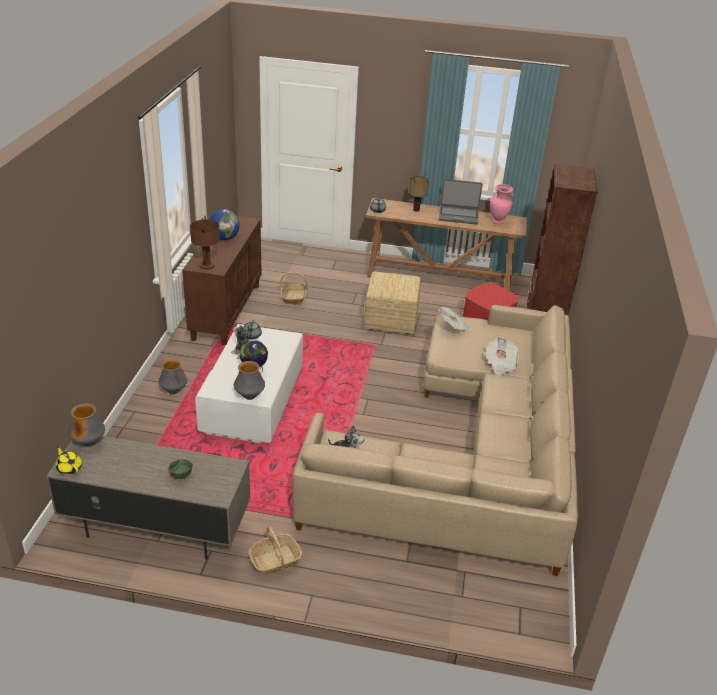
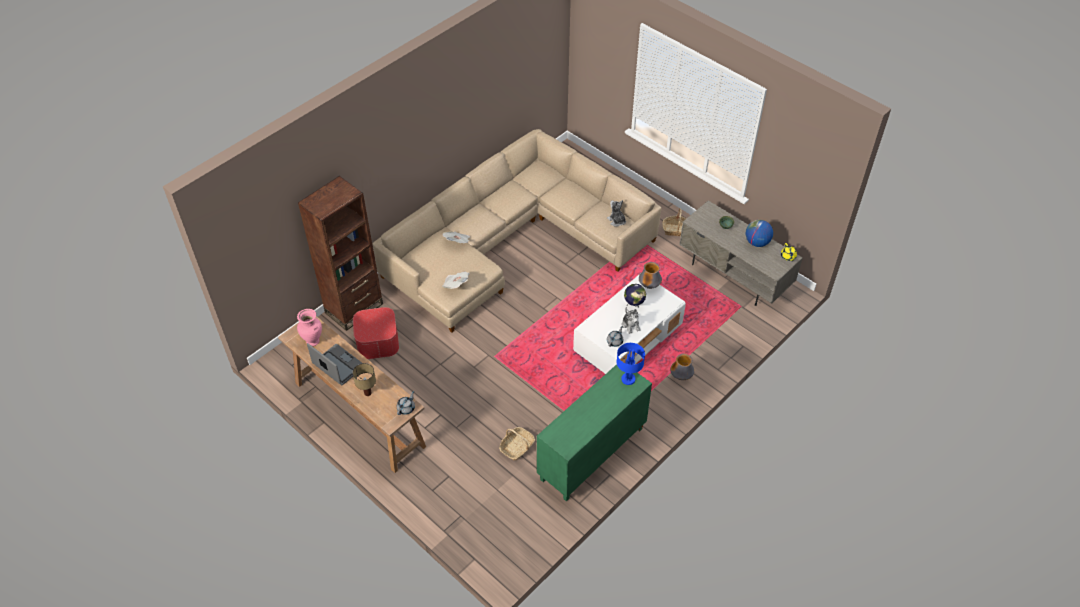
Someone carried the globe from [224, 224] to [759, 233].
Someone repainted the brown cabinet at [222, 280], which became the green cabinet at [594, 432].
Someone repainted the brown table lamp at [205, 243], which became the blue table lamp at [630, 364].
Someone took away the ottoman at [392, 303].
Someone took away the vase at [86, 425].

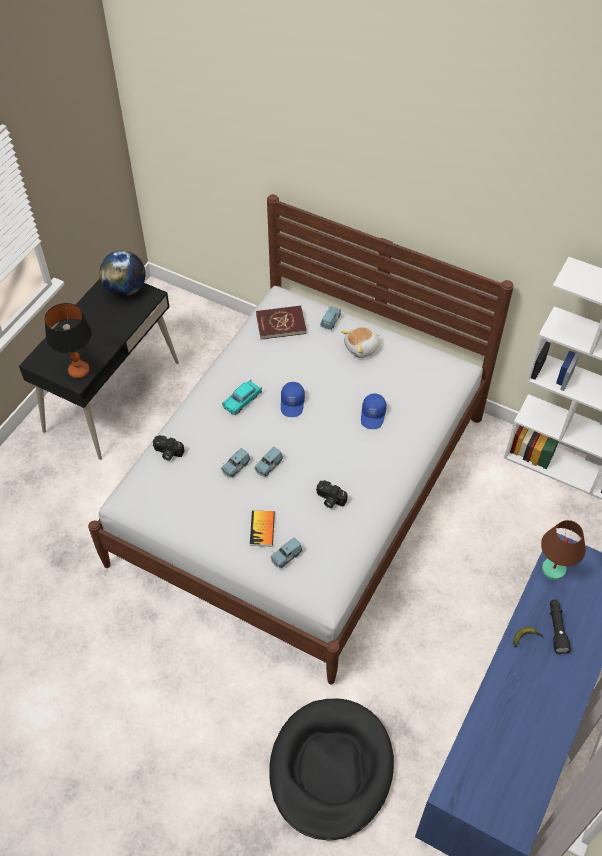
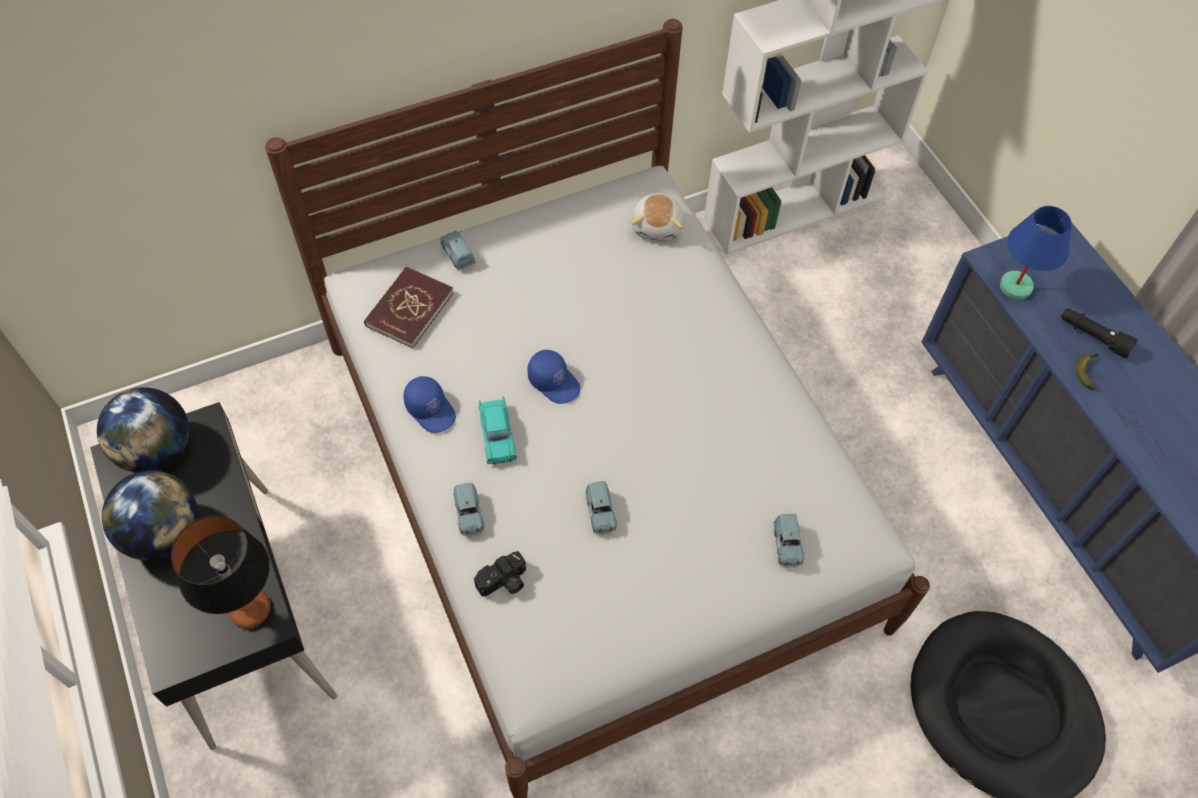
Someone carried the plush toy from [361, 342] to [657, 217].
Someone carried the blue cap from [374, 411] to [429, 404].
Someone carried the blue toy car from [269, 462] to [468, 509].
Someone took away the photo camera at [332, 494].
Someone took away the book at [262, 528].
Someone repainted the brown table lamp at [563, 550], which became the blue table lamp at [1036, 253].
Someone put down the globe at [150, 515].

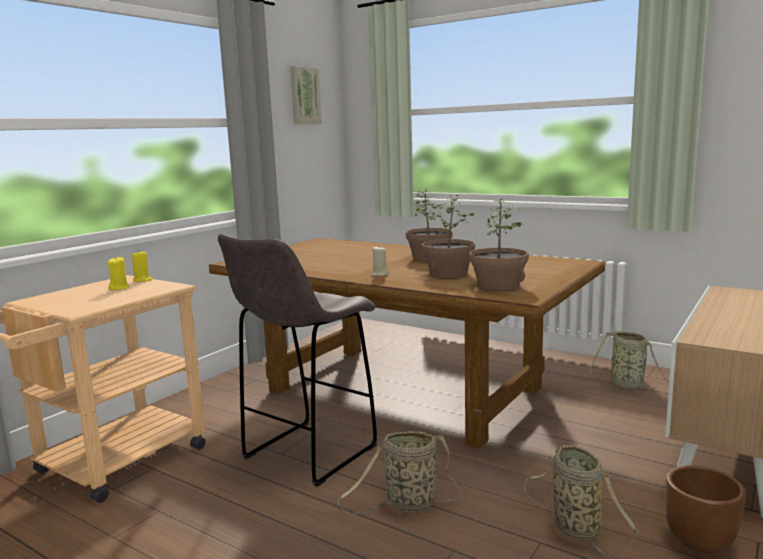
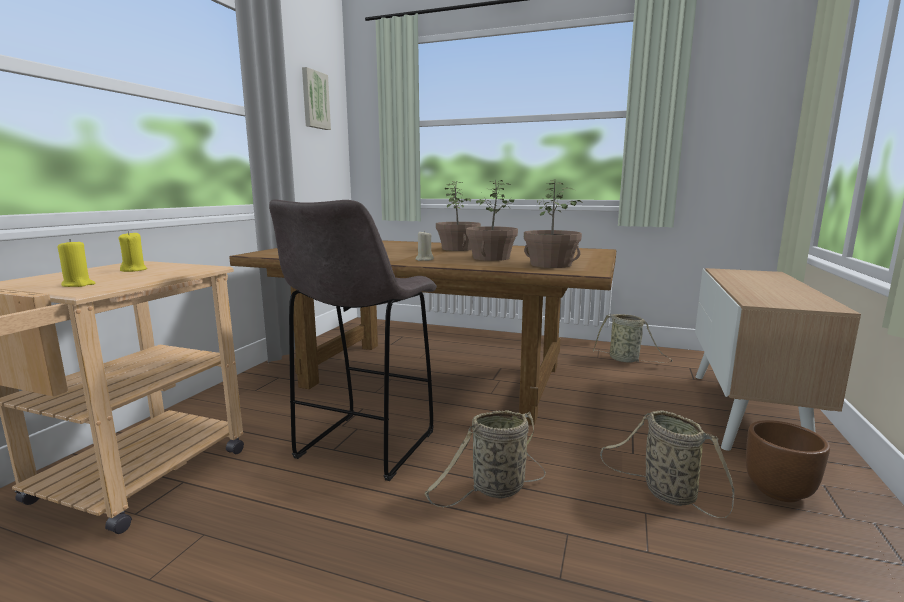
Someone carried the yellow candle from [142, 267] to [76, 263].

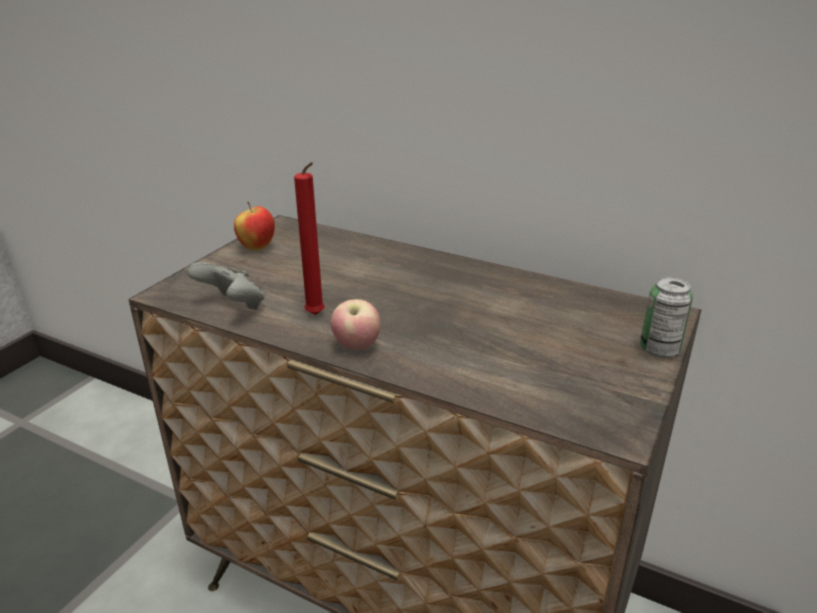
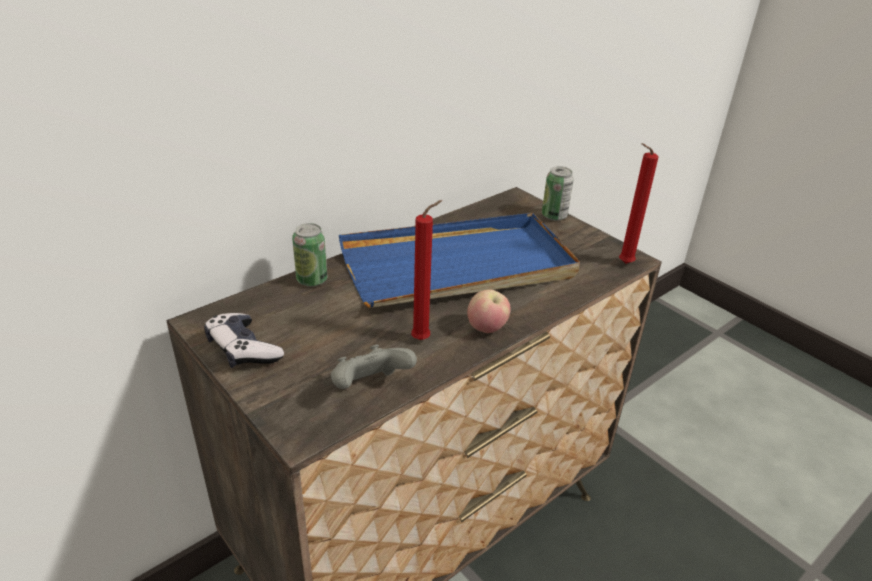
Someone swapped the apple at [254, 226] for the game controller at [244, 340].
Someone put down the red candle at [638, 203].
Someone put down the blue tray at [459, 260].
Someone put down the can at [309, 255].

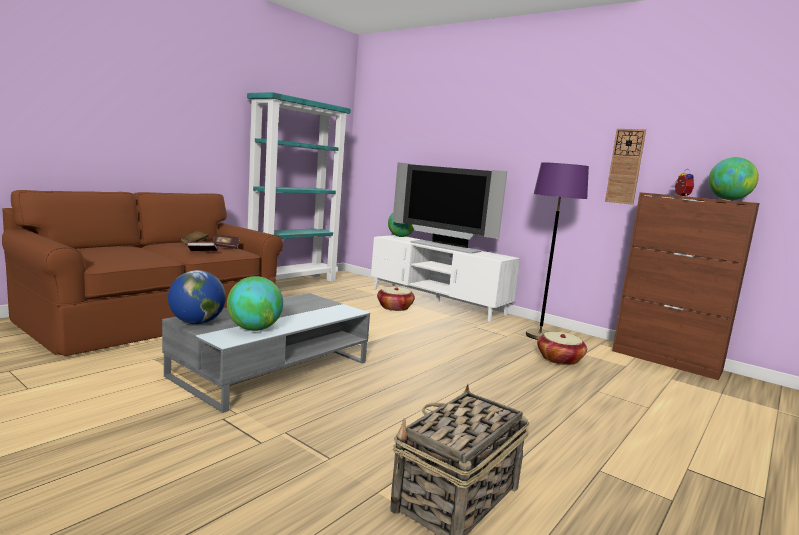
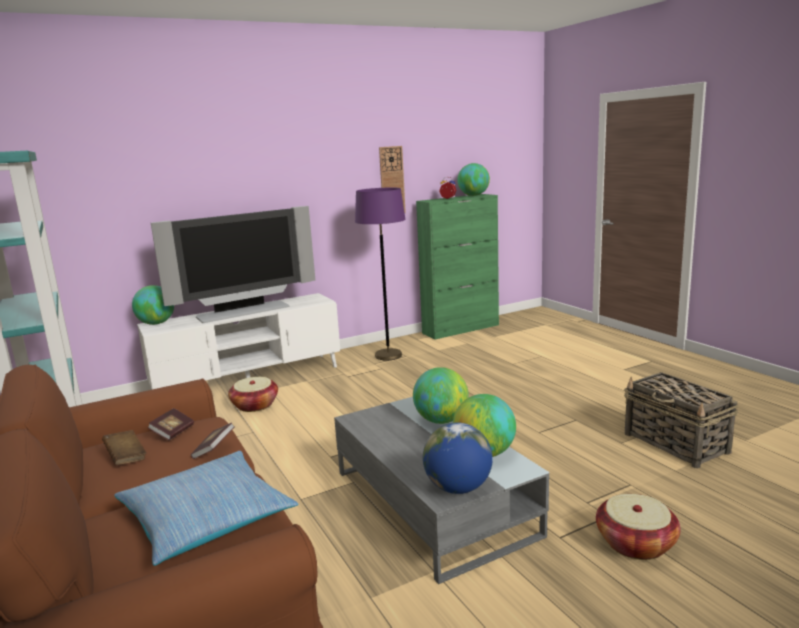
Someone repainted the brown cabinet at [686, 286], which became the green cabinet at [457, 267].
Someone carried the basket from [562, 348] to [638, 527].
Someone put down the globe at [441, 395].
Someone put down the pillow at [206, 508].

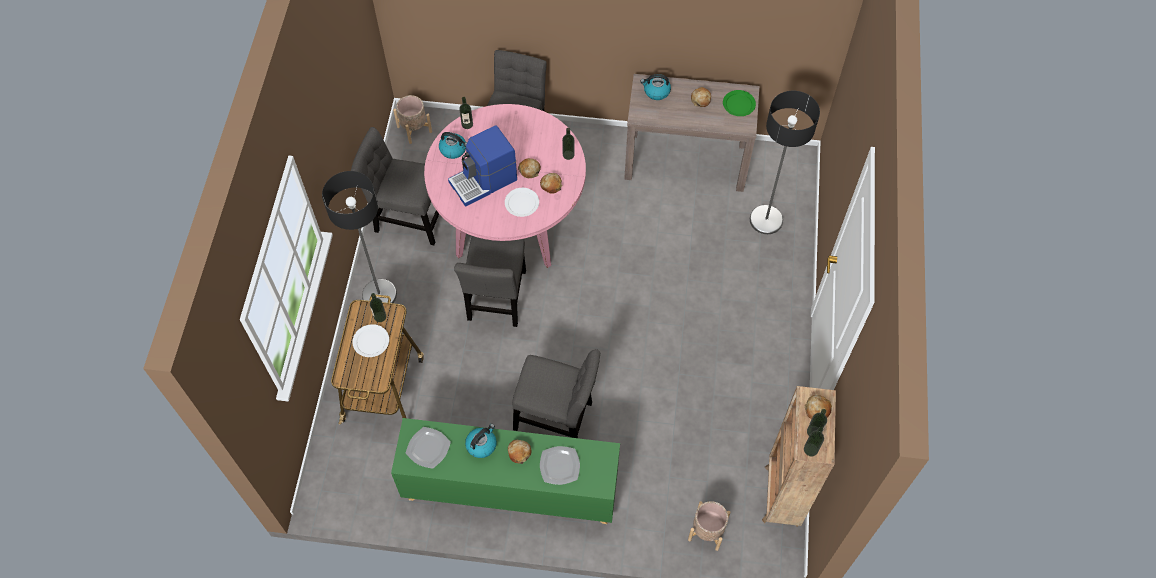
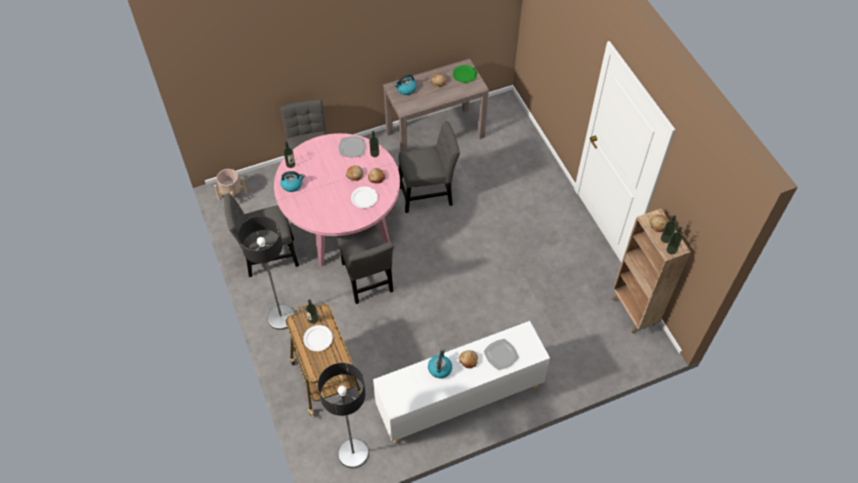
Someone carried the floor lamp from [785, 162] to [343, 415].
Someone took away the coffee machine at [482, 166].
Someone carried the grey chair from [556, 393] to [429, 167].
Someone repainted the green cabinet at [505, 471], which became the white cabinet at [461, 382].
Someone carried the plate from [428, 448] to [352, 146].
Someone took away the beige planter at [709, 526].

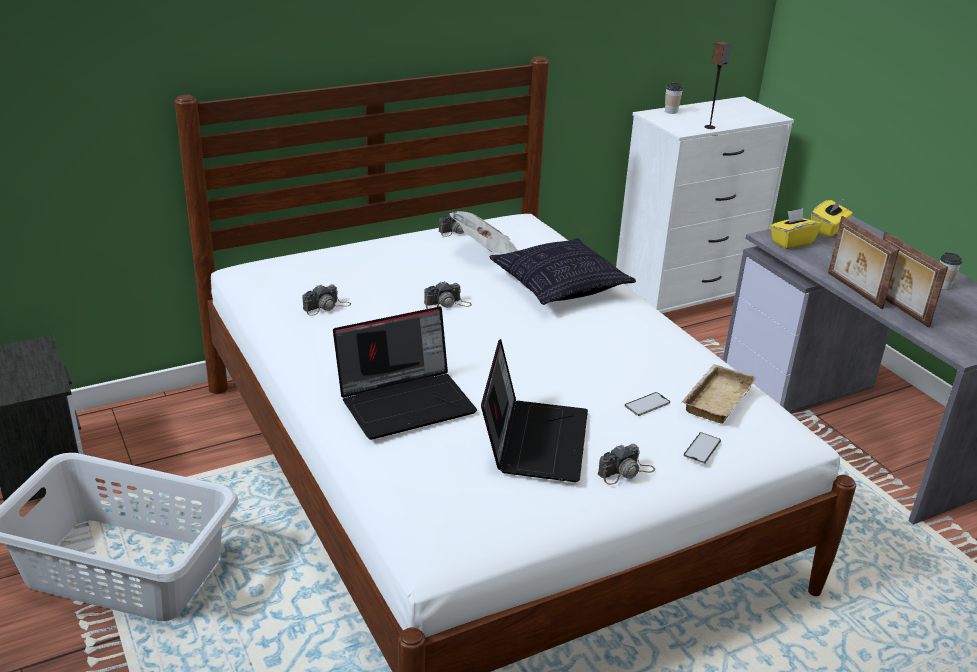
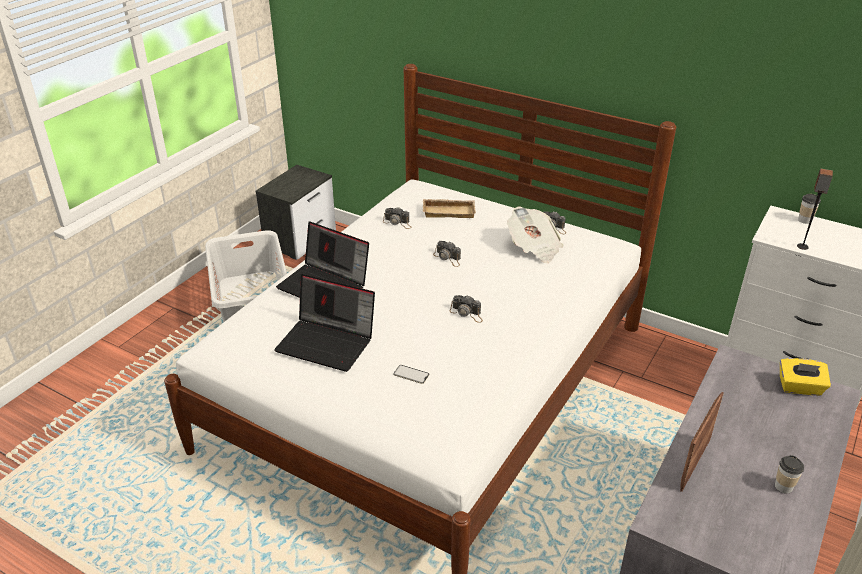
Someone took away the yellow tissue box at [796, 228].
Someone took away the picture frame at [863, 262].
Someone took away the pillow at [562, 271].
Someone rotated the laptop at [534, 410] by 45 degrees clockwise.
Someone carried the beige tray from [719, 394] to [449, 208].
Someone took away the phone at [702, 448].
Someone carried the photo camera from [626, 464] to [466, 309].

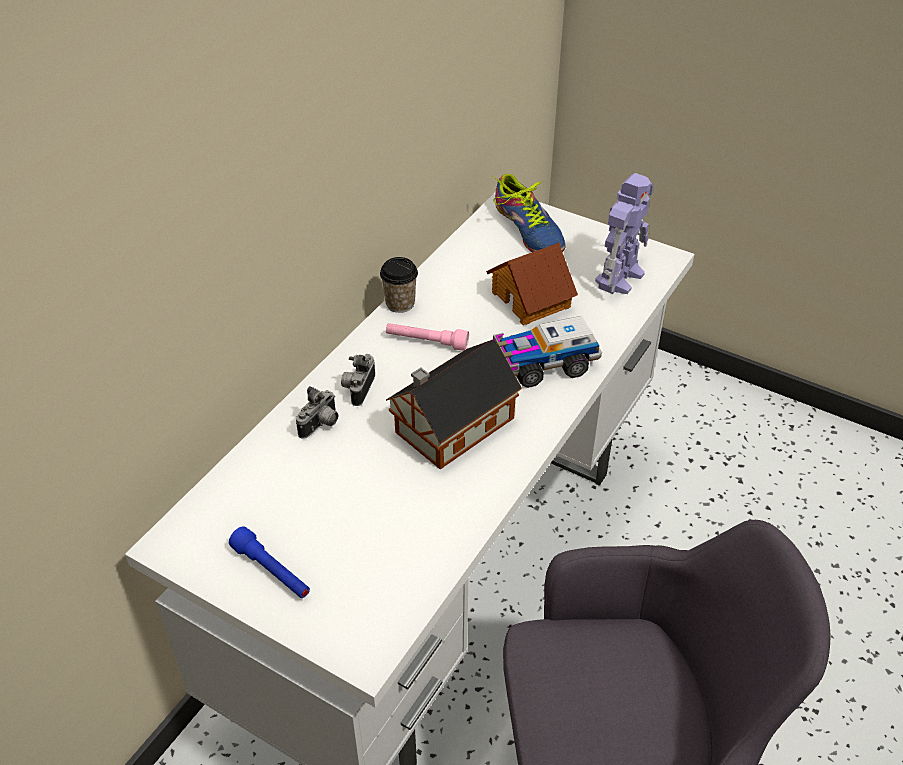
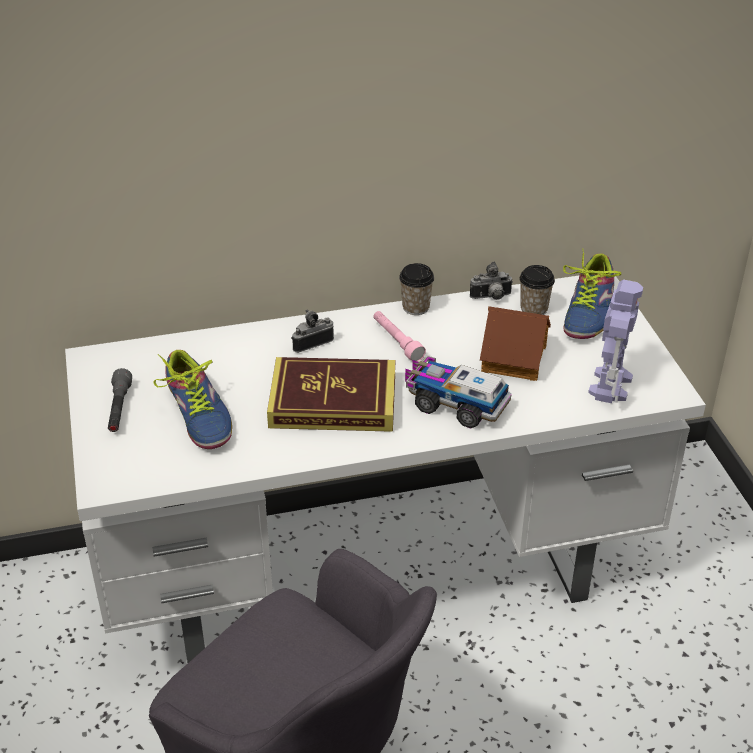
Someone rotated the toy robot at [624, 233] by 60 degrees counterclockwise.
Someone swapped the toy house at [454, 404] for the book at [331, 394].
Someone carried the photo camera from [317, 412] to [491, 281].
Someone repainted the blue flashlight at [269, 562], which became the grey flashlight at [120, 400].
Someone put down the cup at [537, 290].
Someone put down the shoe at [192, 399].

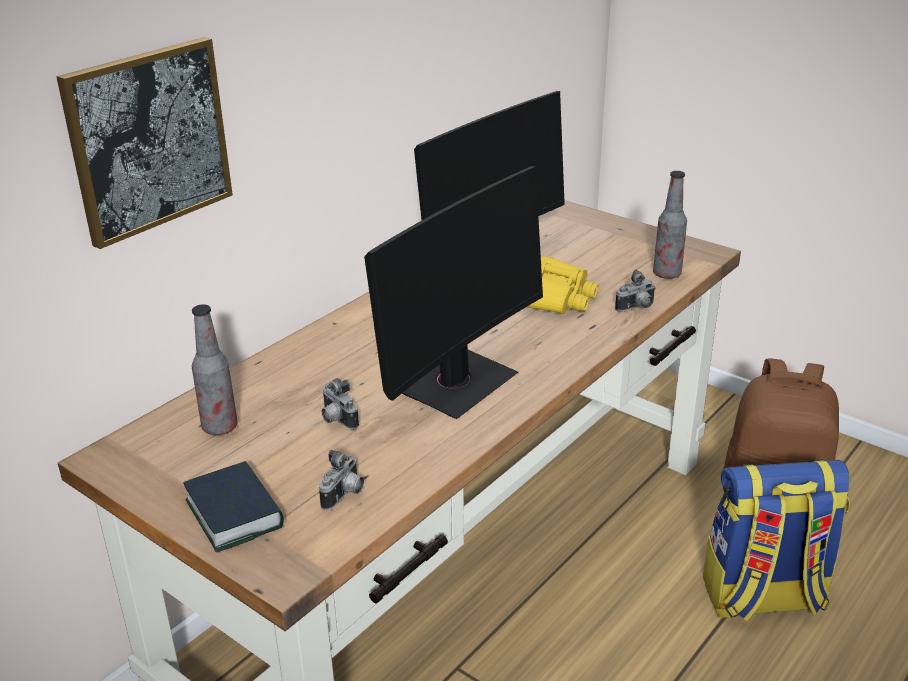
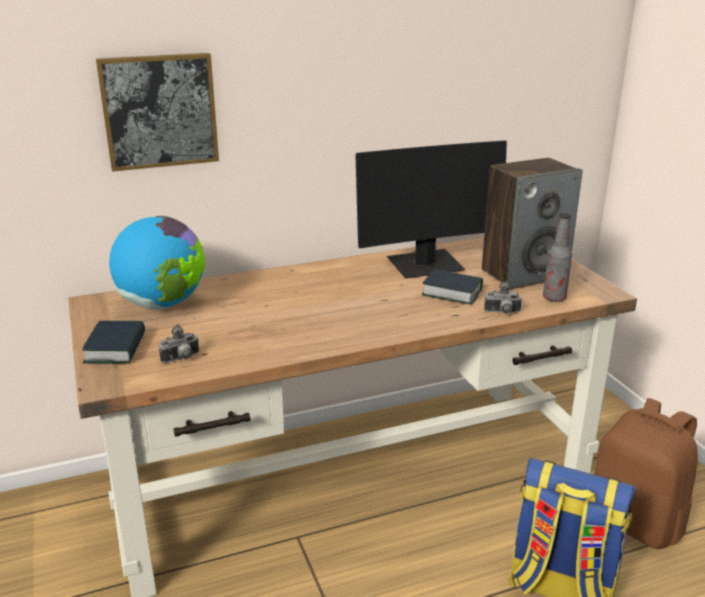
Someone took away the monitor at [453, 292].
Someone swapped the yellow binoculars at [562, 285] for the book at [452, 287].
Someone swapped the bottle at [214, 369] for the globe at [157, 263].
Someone took away the photo camera at [340, 404].
Someone put down the speaker at [532, 223].

